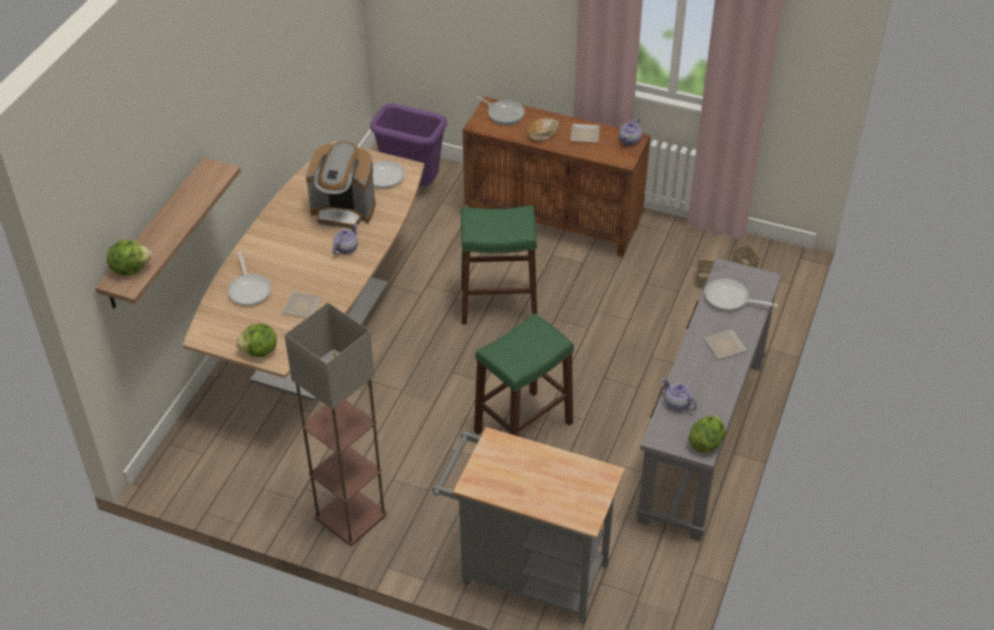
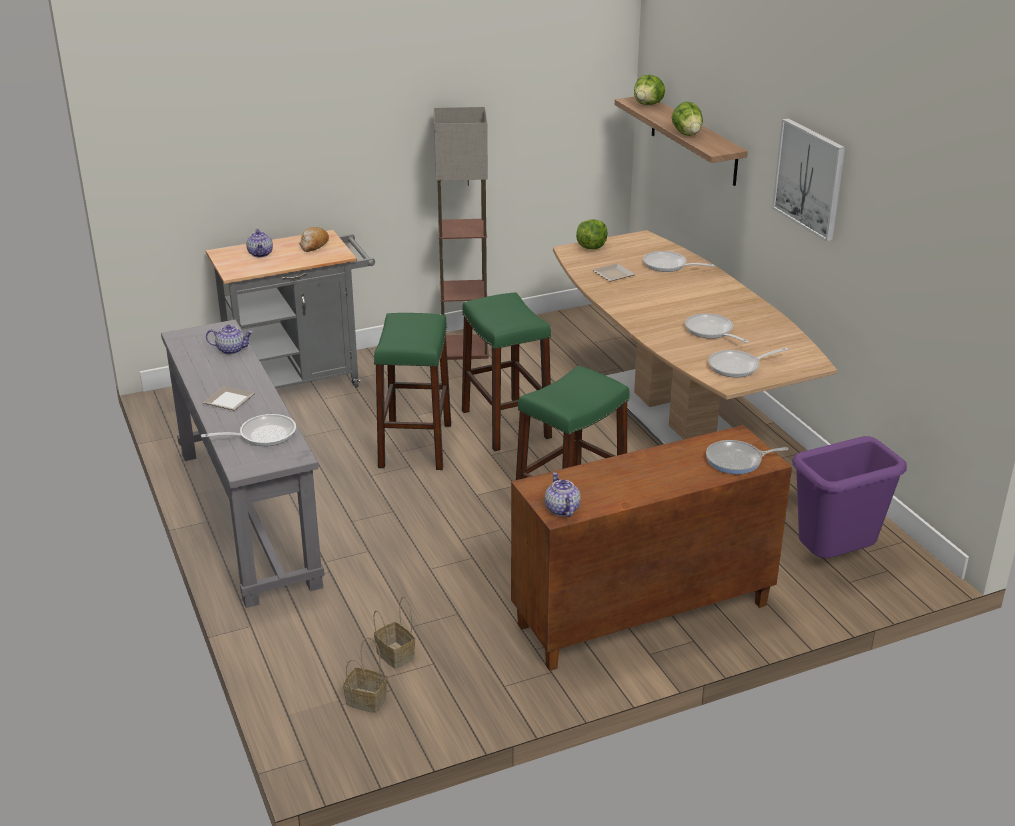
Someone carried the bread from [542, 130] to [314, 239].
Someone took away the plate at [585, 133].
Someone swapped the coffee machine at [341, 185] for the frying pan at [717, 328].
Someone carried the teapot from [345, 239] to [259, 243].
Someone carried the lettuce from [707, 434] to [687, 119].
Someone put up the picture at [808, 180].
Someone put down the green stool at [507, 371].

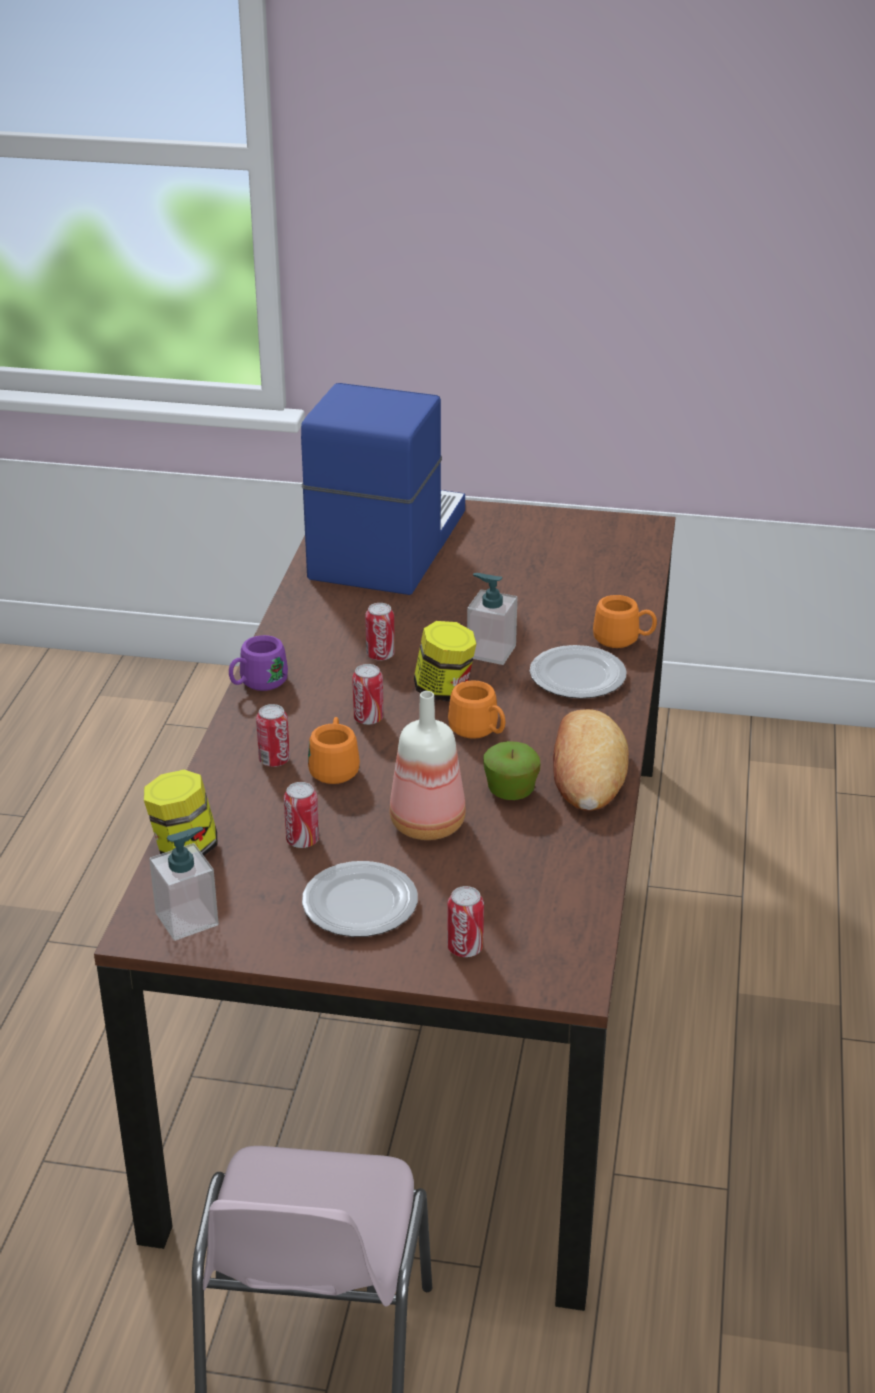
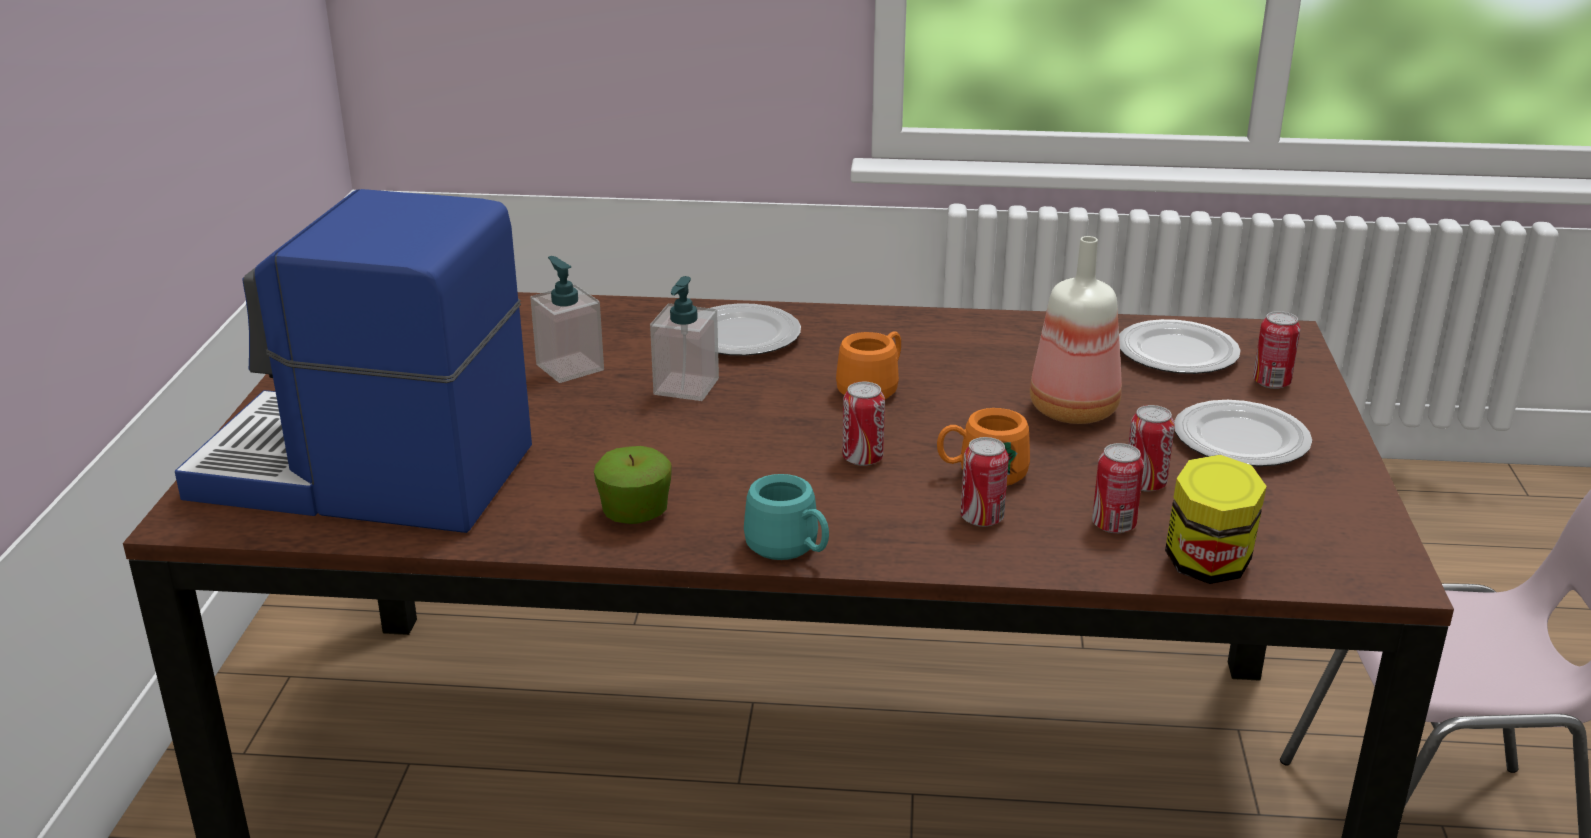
Someone took away the orange mug at [625, 621].
Someone carried the can from [380, 632] to [1118, 488].
Someone took away the jar at [445, 661].
Someone repainted the purple mug at [258, 663], which became the turquoise mug at [786, 517].
Someone took away the bread at [591, 760].
Someone carried the apple from [512, 770] to [633, 485].
Someone carried the soap dispenser from [184, 884] to [567, 319].
Someone put down the plate at [1180, 346].

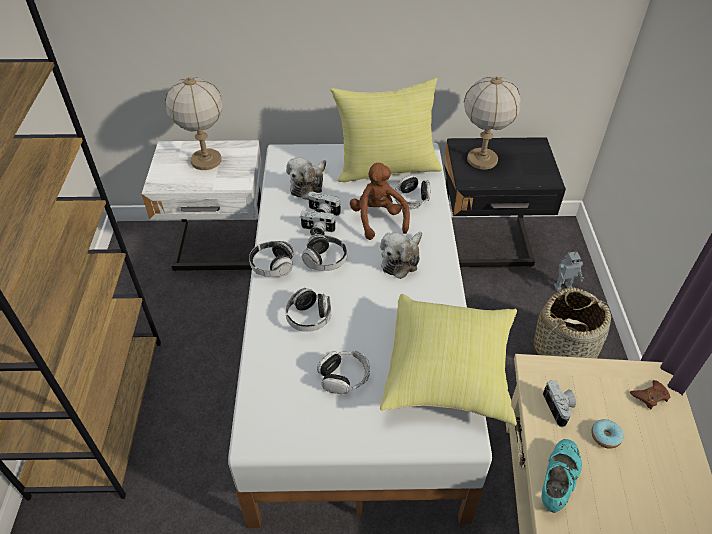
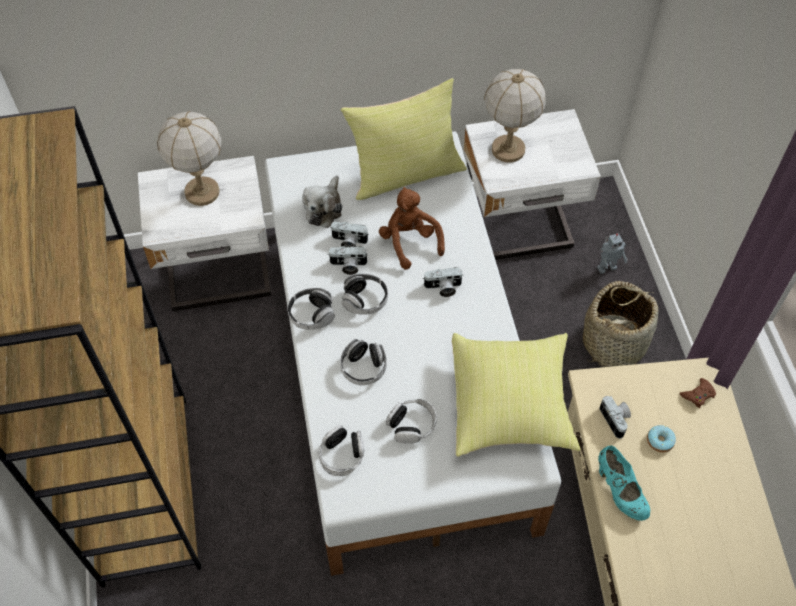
Someone repainted the black nightstand at [505, 202], which became the white nightstand at [532, 184].
Someone carried the headphones from [413, 192] to [341, 450].
Someone swapped the plush toy at [401, 255] for the photo camera at [443, 282].
Someone rotated the turquoise shoe at [562, 476] by 135 degrees clockwise.

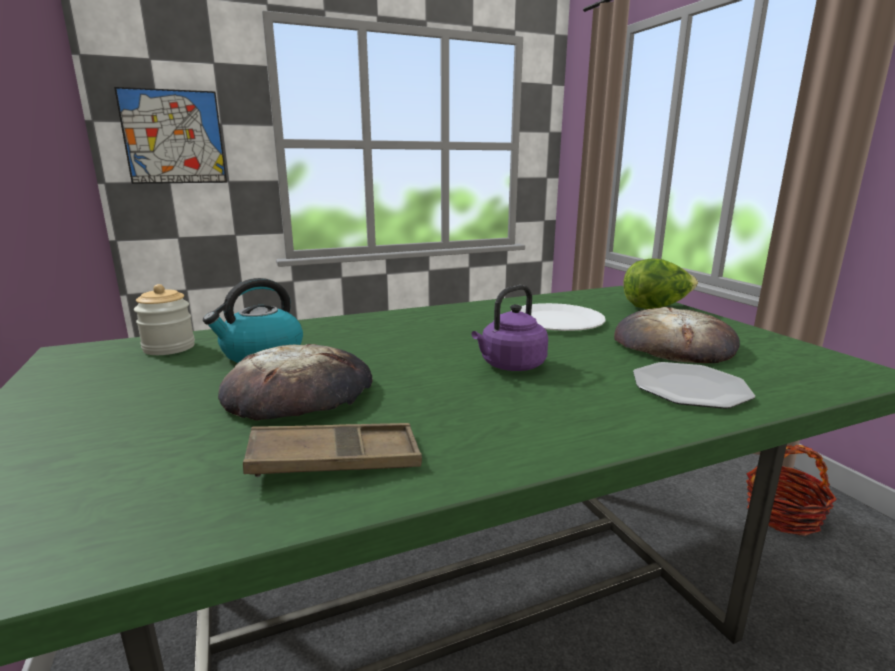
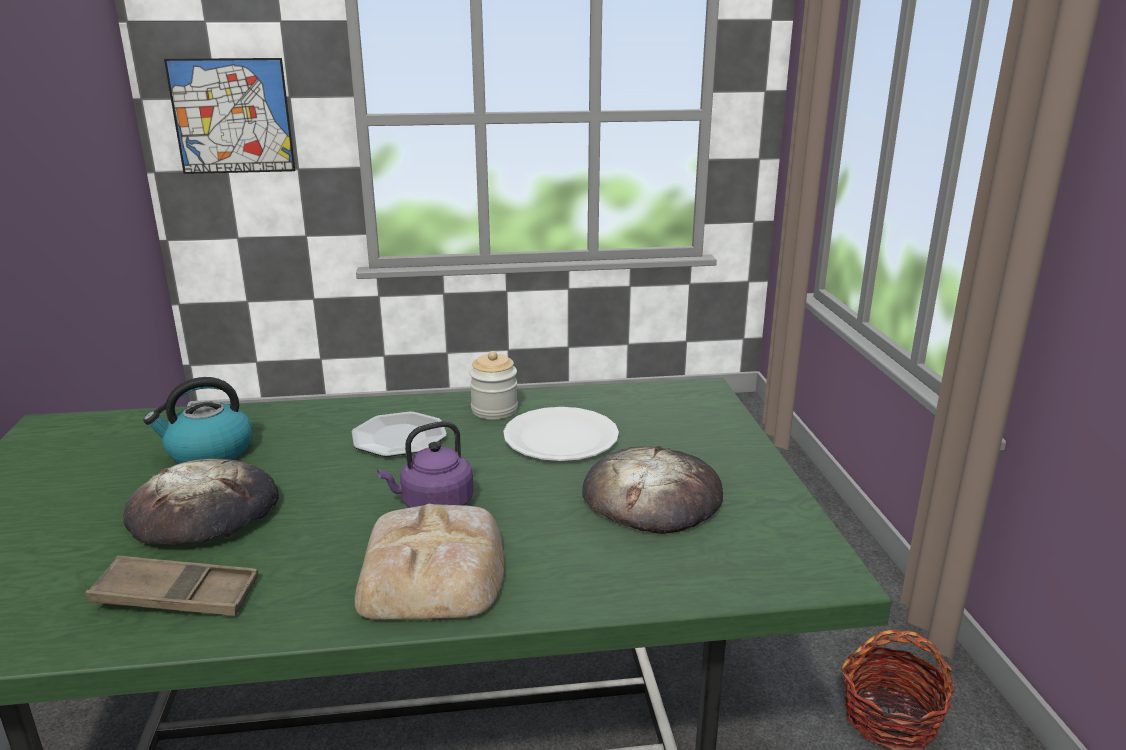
Someone took away the lettuce at [660, 283].
Someone carried the jar from [164, 319] to [493, 385].
Someone carried the plate from [694, 385] to [399, 434].
Someone put down the bread at [429, 562].

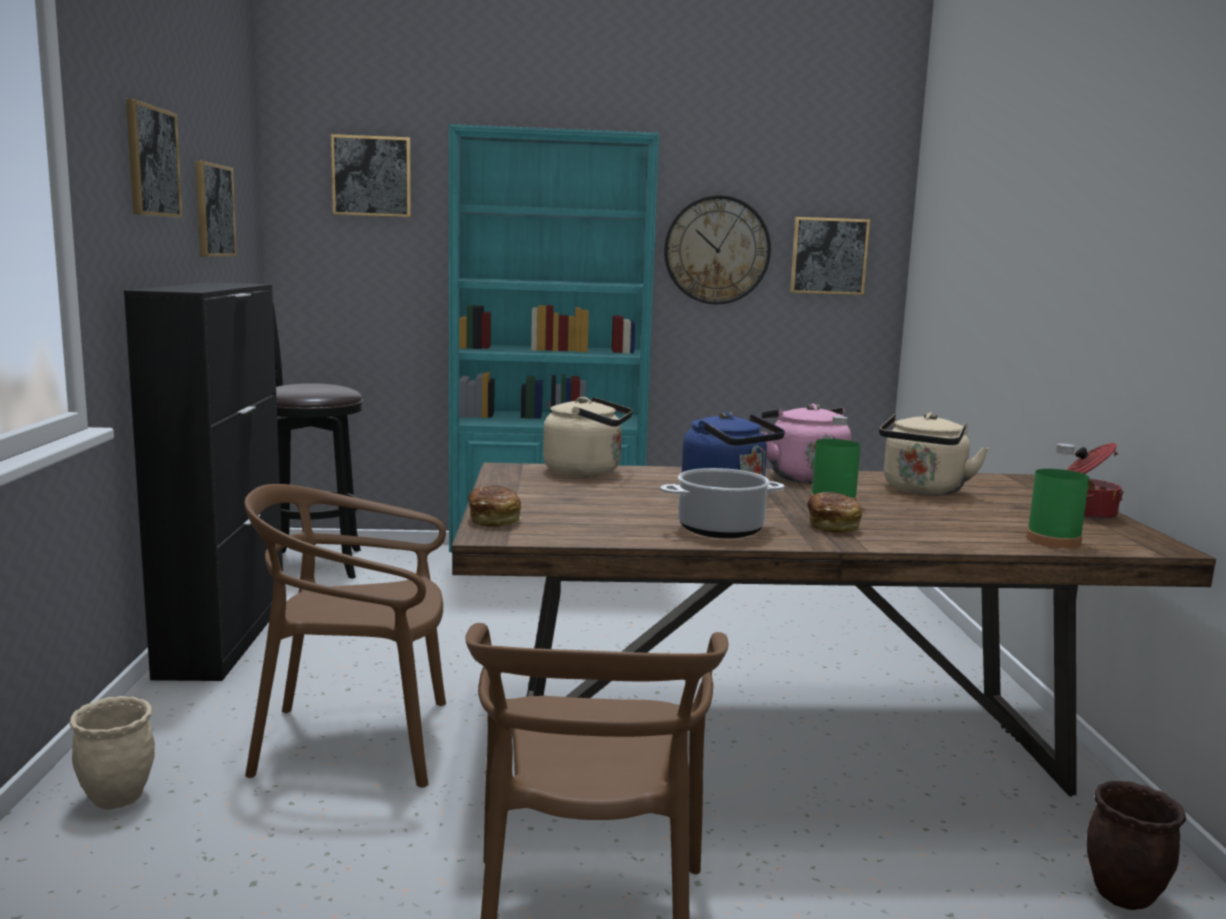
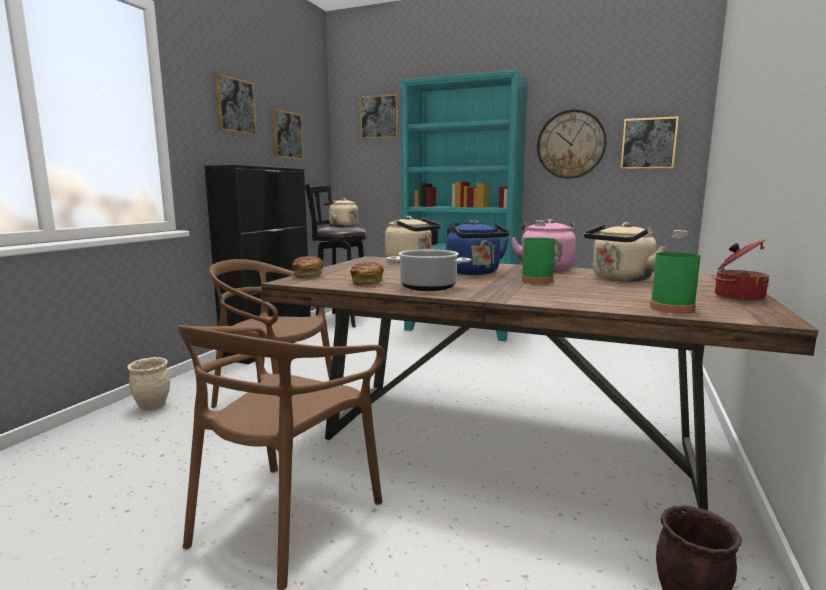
Someone carried the bread from [834, 512] to [367, 273].
Someone put down the beige kettle at [340, 212].

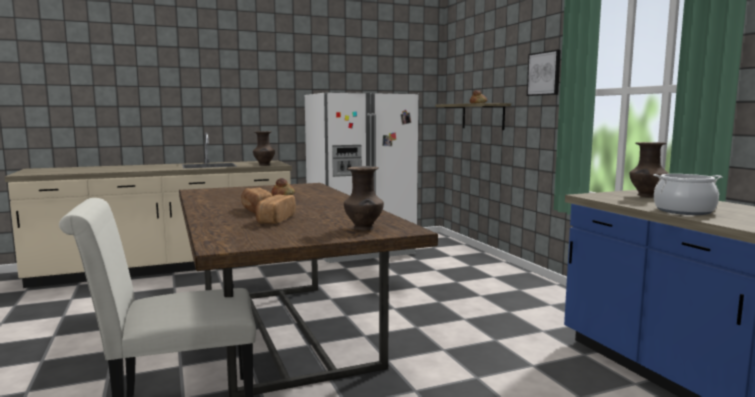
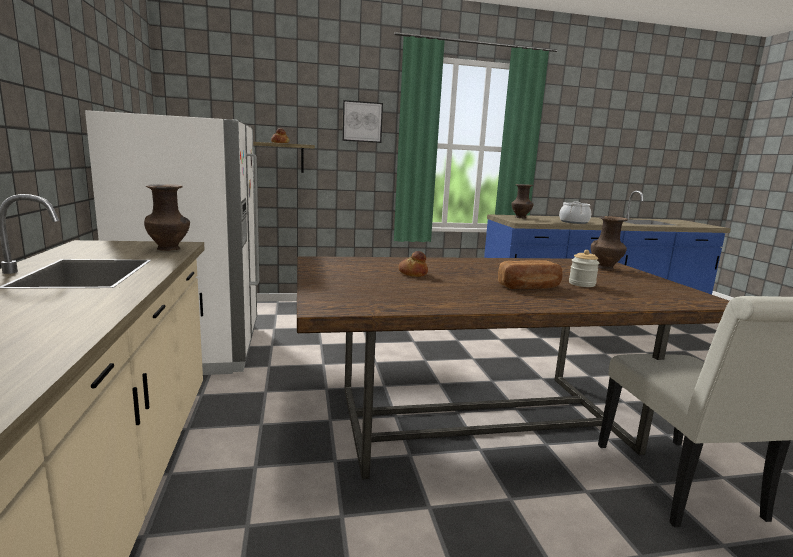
Someone swapped the bread at [275, 209] for the jar at [584, 268].

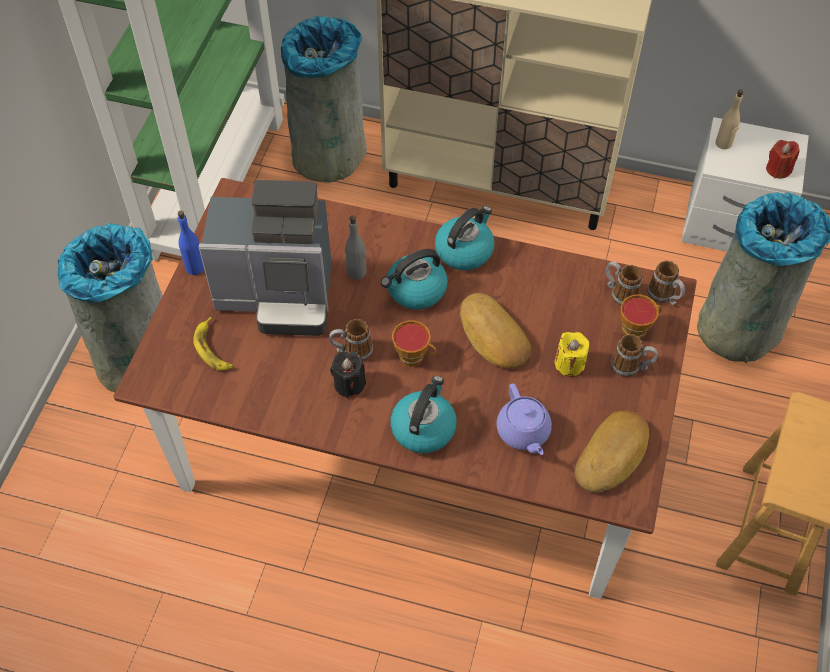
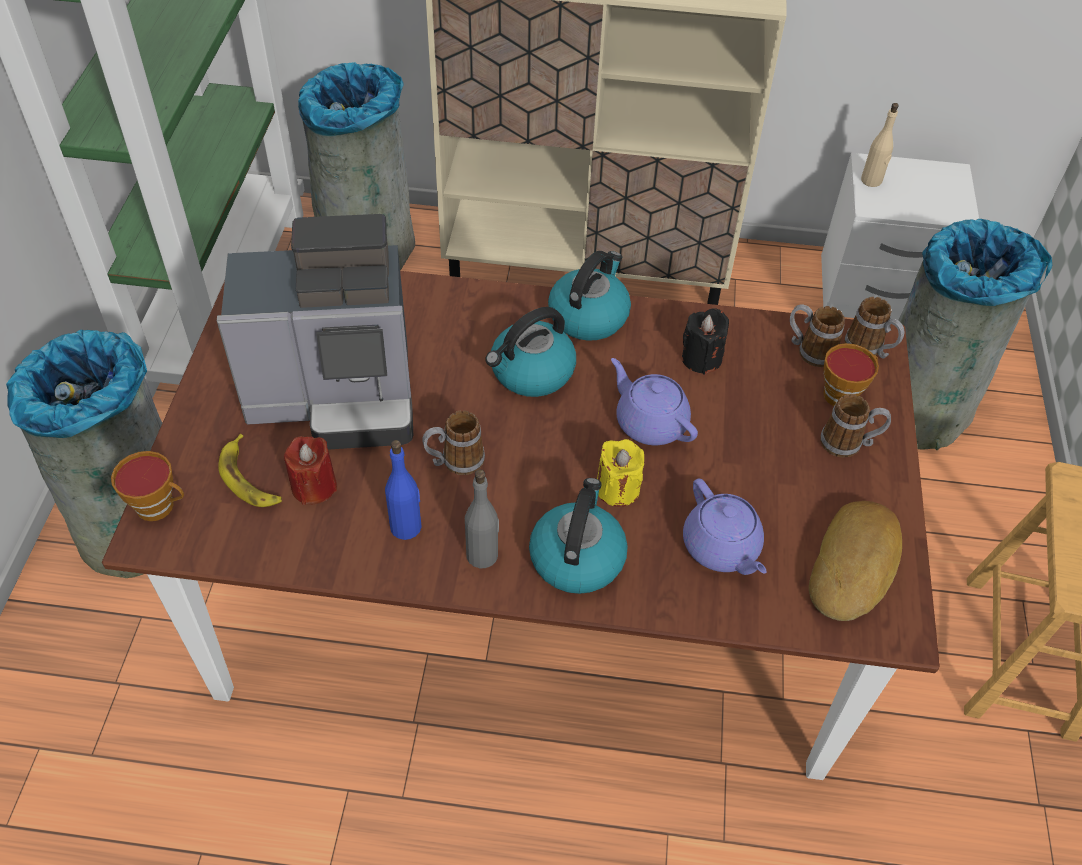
Someone carried the red candle from [783, 159] to [310, 470].
Someone carried the blue bottle from [191, 243] to [403, 490].
Someone carried the grey bottle from [355, 247] to [482, 518].
Someone swapped the bread at [495, 331] for the purple teapot at [654, 401].
Someone carried the cup from [414, 343] to [147, 486].
Someone carried the yellow candle from [572, 354] to [620, 473].
Someone carried the black candle from [348, 374] to [705, 341].

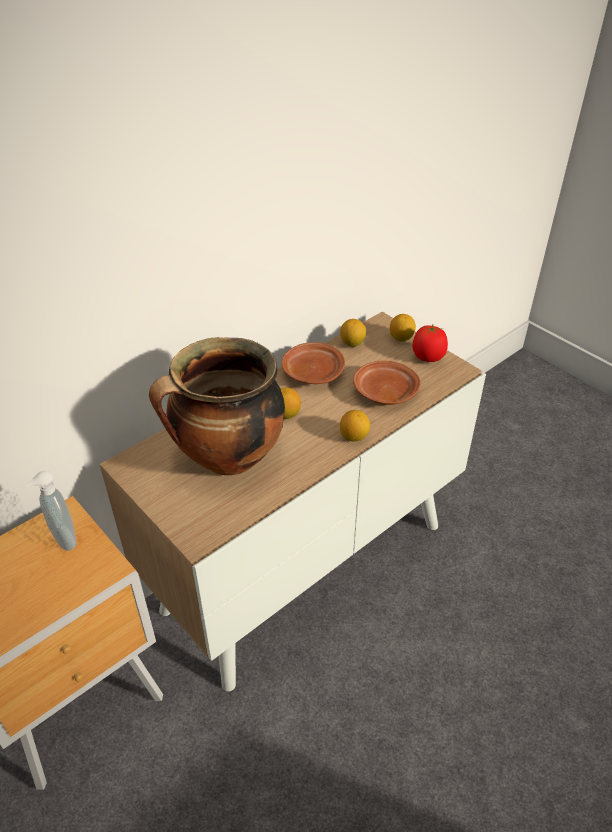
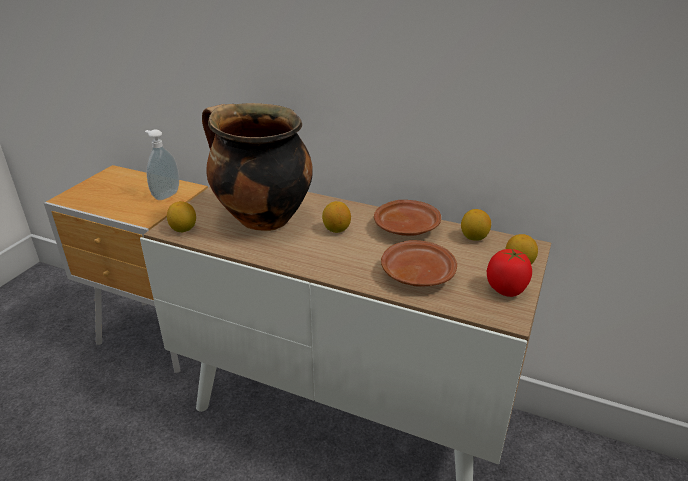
Someone carried the lemon from [355, 426] to [181, 216].

